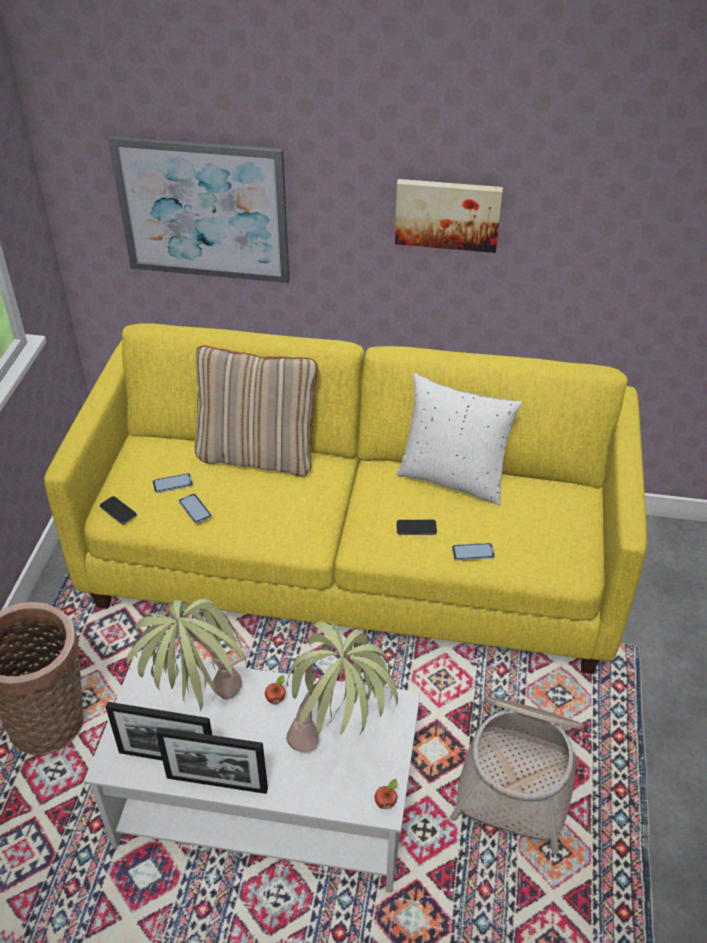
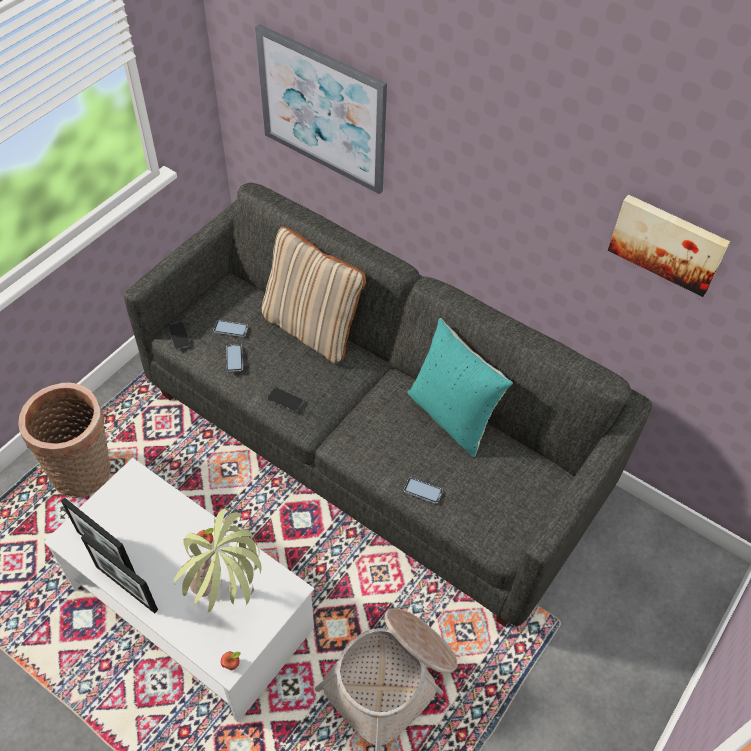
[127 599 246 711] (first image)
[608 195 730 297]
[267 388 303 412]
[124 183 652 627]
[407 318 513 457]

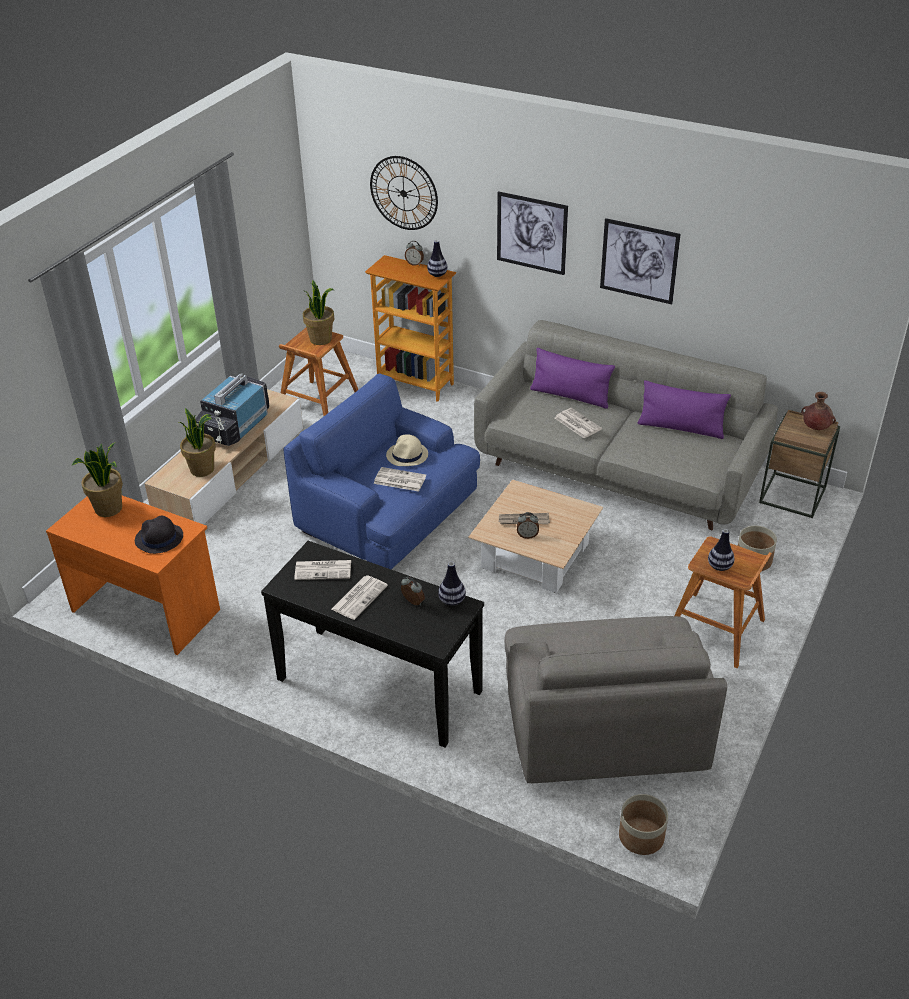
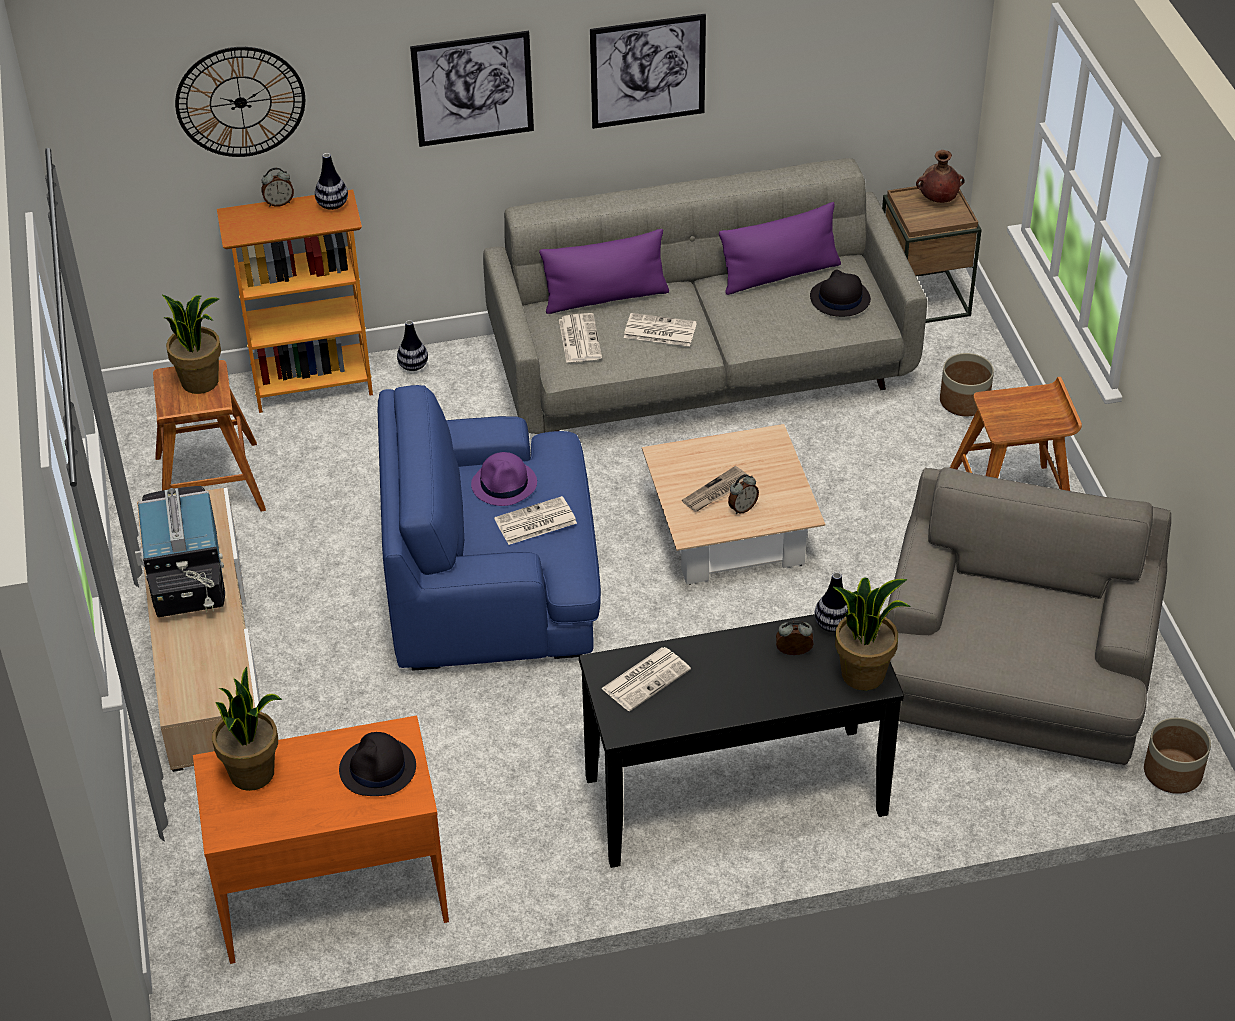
[810 270 871 317]
[833 577 911 691]
[559 313 602 363]
[397 320 428 371]
[471 452 537 506]
[886 467 1171 765]

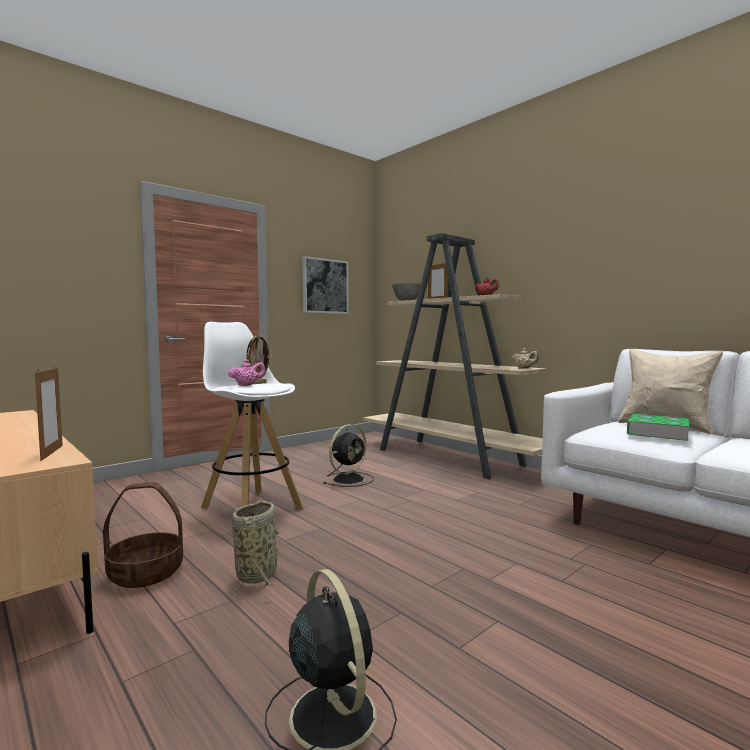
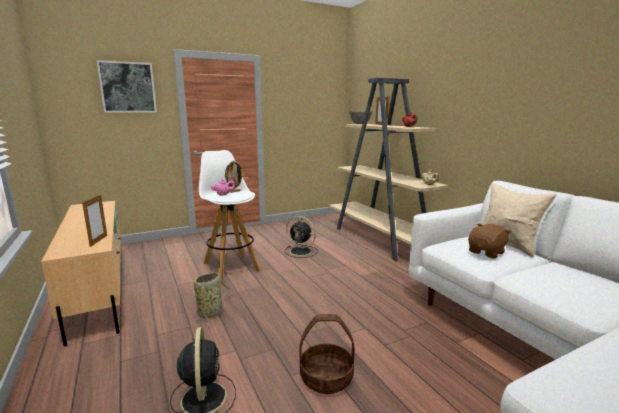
[299 314 354 394]
[97 60 157 113]
[468 224 512 259]
[285 216 318 258]

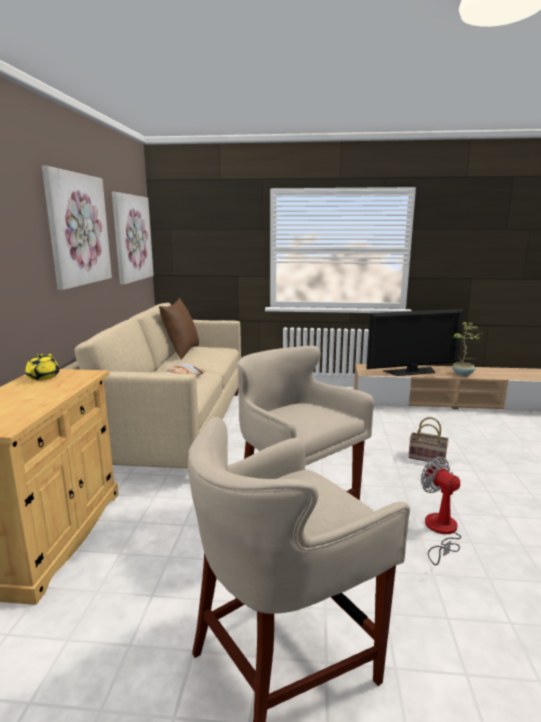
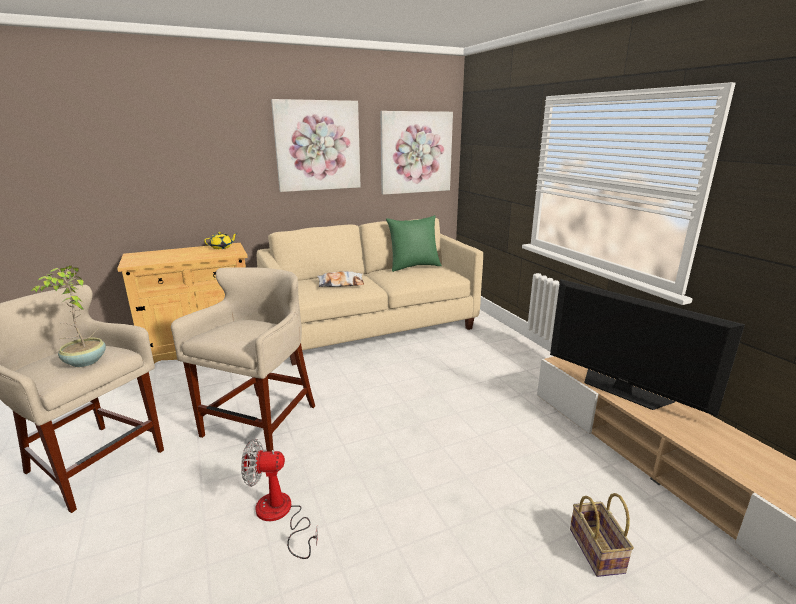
[570 493 634 577]
[31 265 106 367]
[386 215 442 272]
[241 439 318 559]

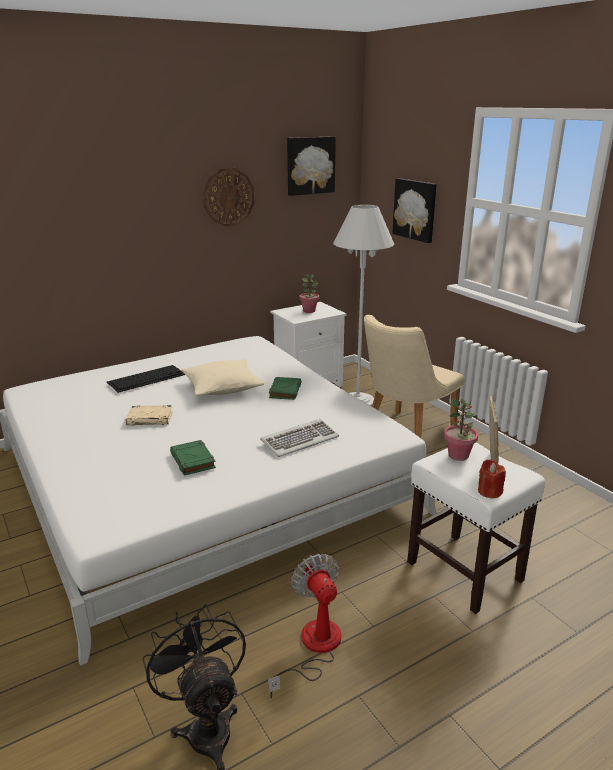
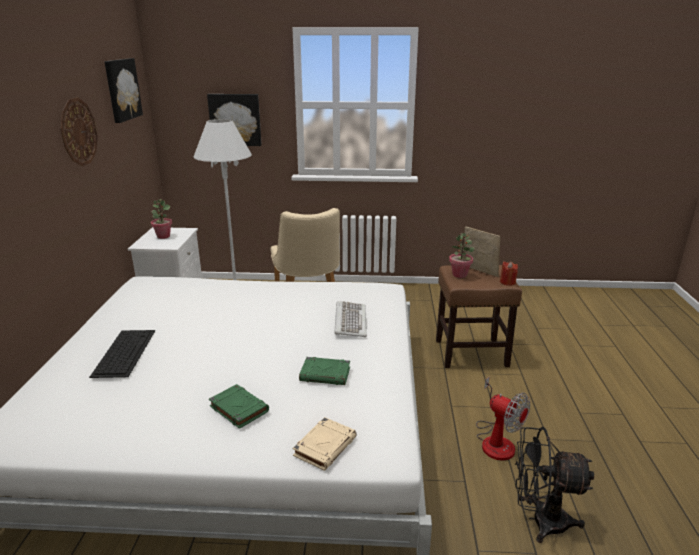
[182 359 264 396] (first image)
[293 417 357 471]
[209 384 269 429]
[436 265 522 368]
[476 376 530 461]

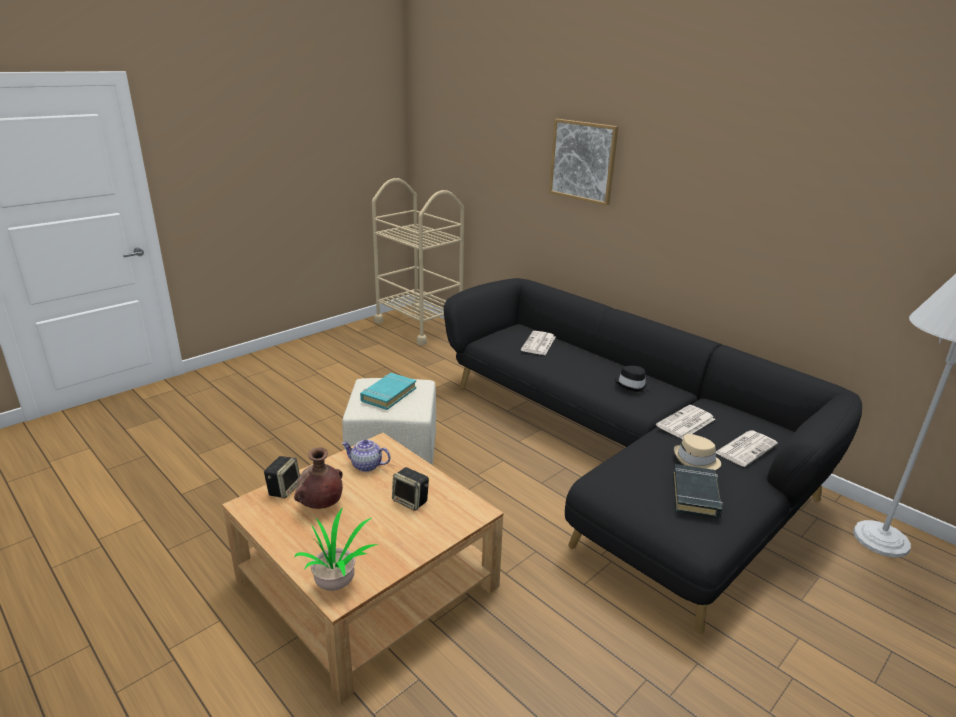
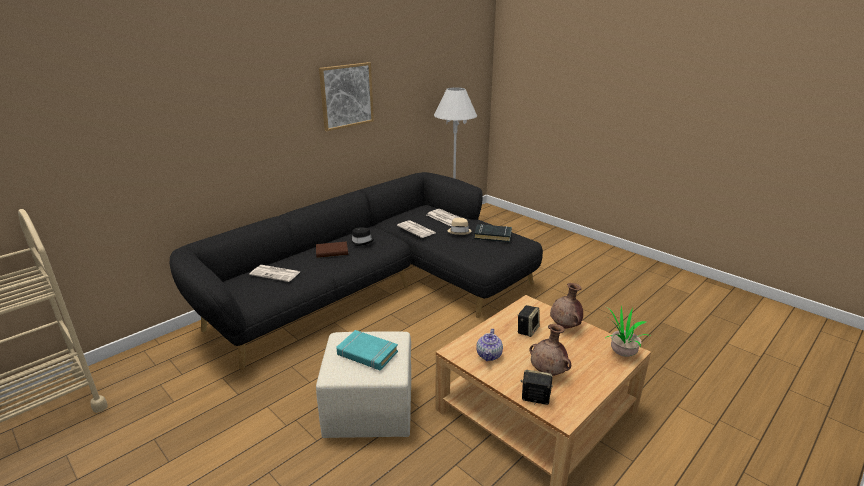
[316 242 348 258]
[550 283 583 329]
[319 62 374 131]

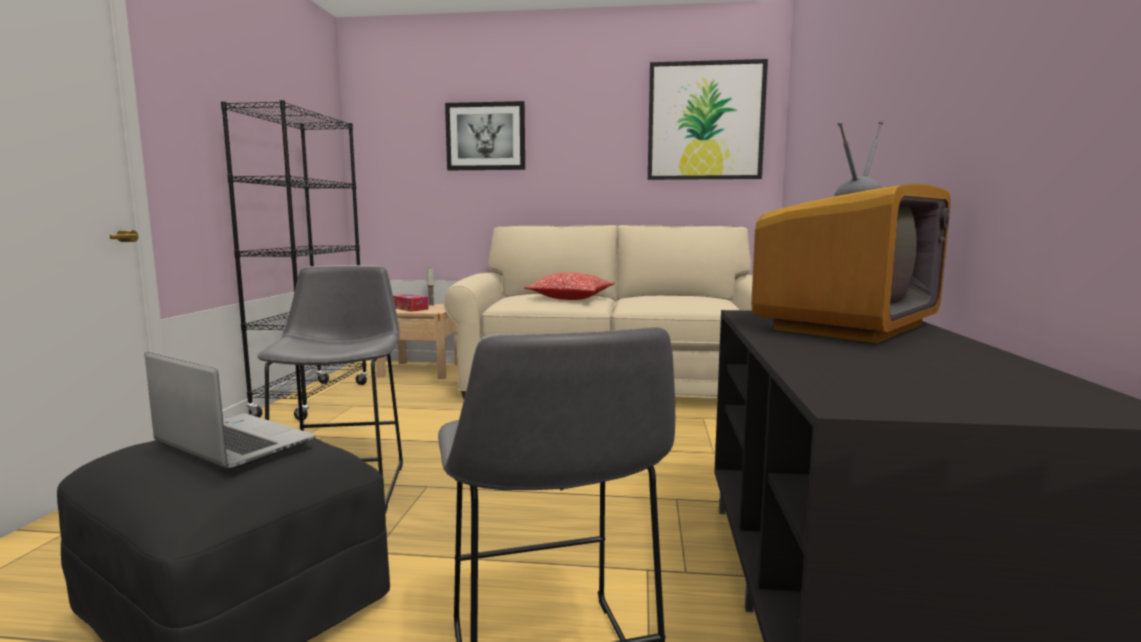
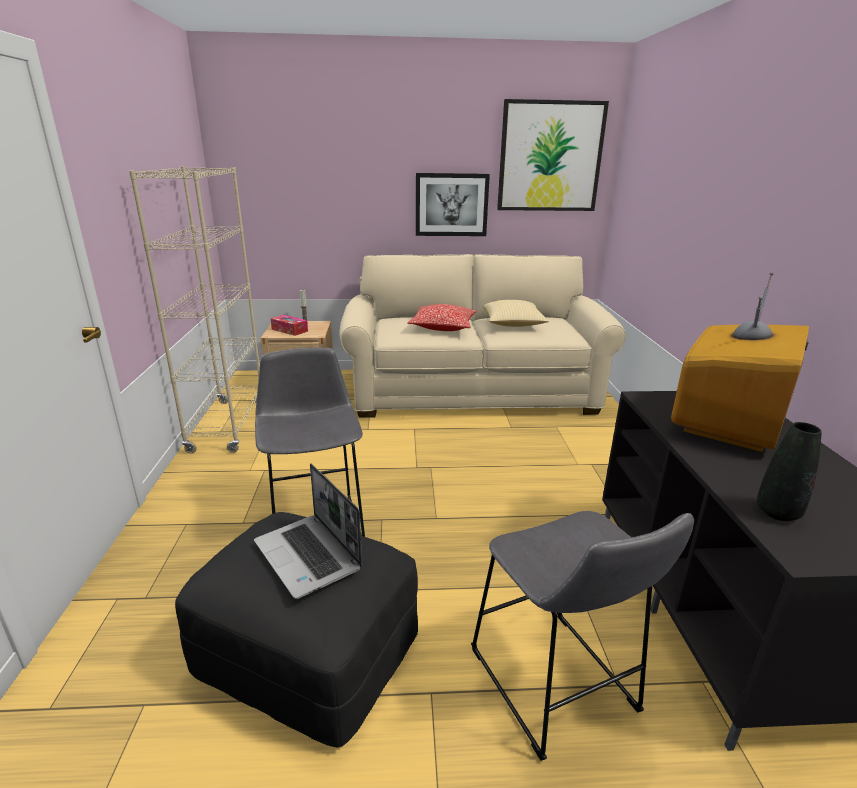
[483 300 549 327]
[757 422 822 521]
[416 173 490 236]
[129 166 260 453]
[254 463 362 599]

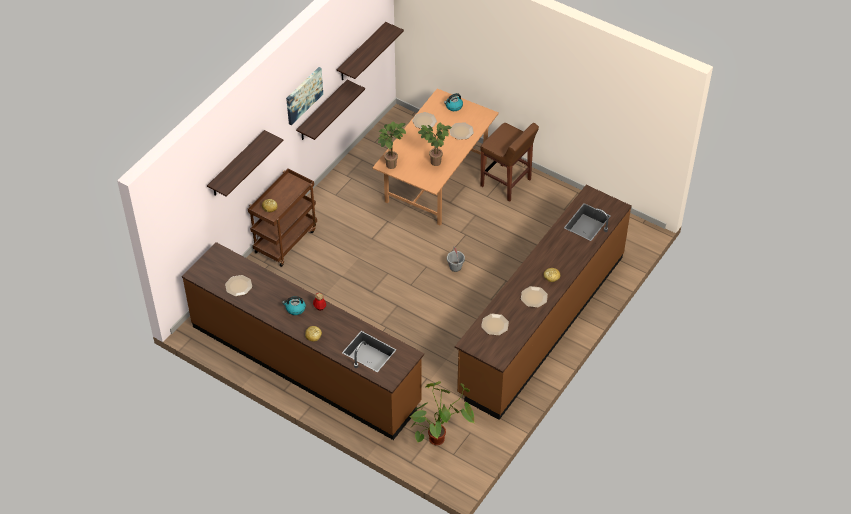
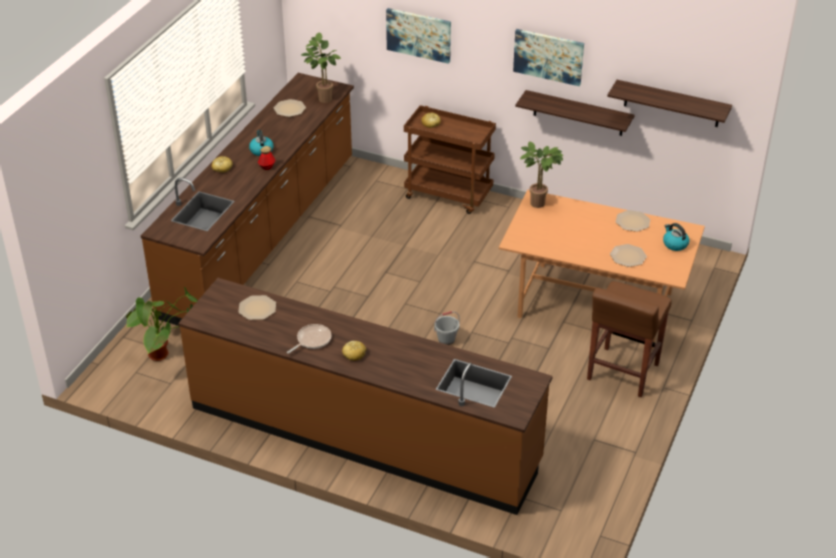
[301 32 341 103]
[386 8 451 64]
[287 324 332 354]

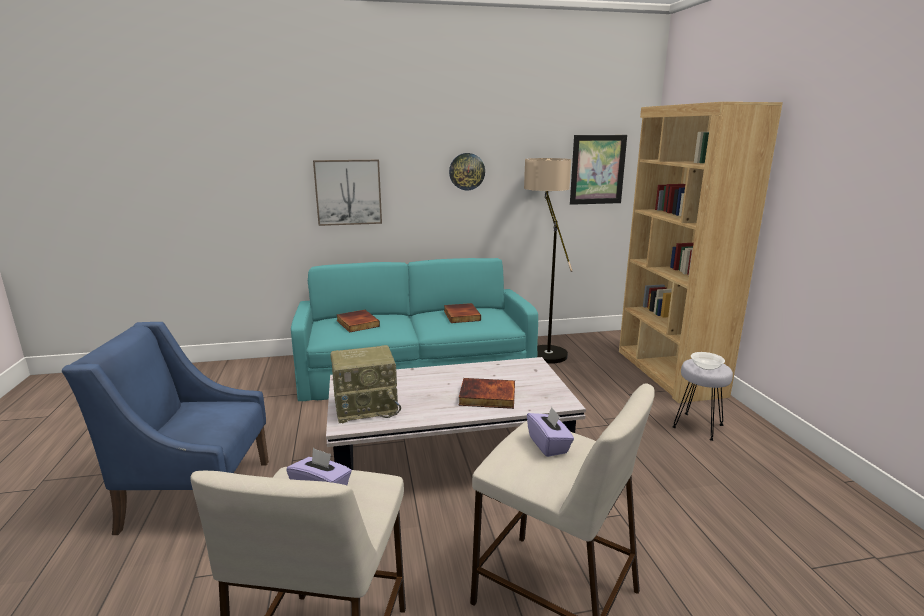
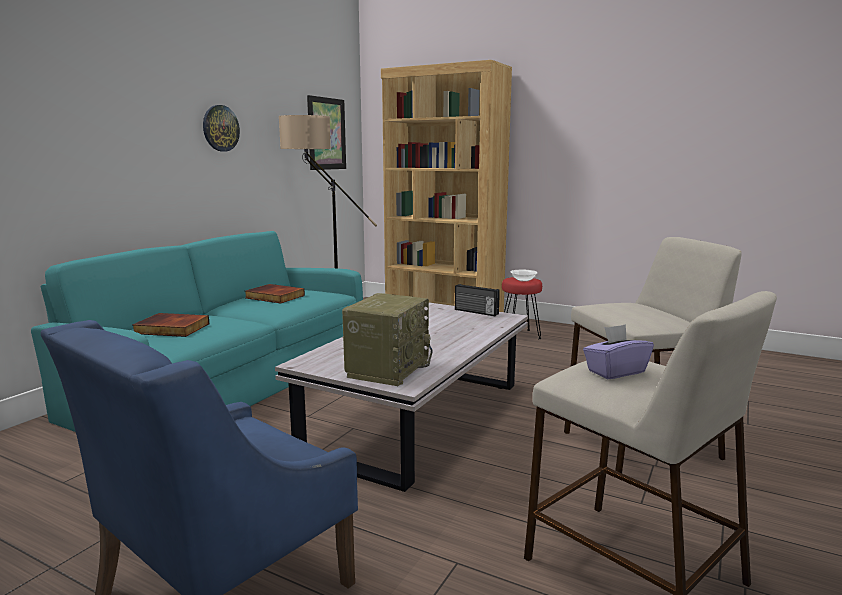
[313 160 382 226] (first image)
[459 378 515 409] (first image)
[527 407 574 457] (first image)
[455 284 500 316]
[502 277 542 339]

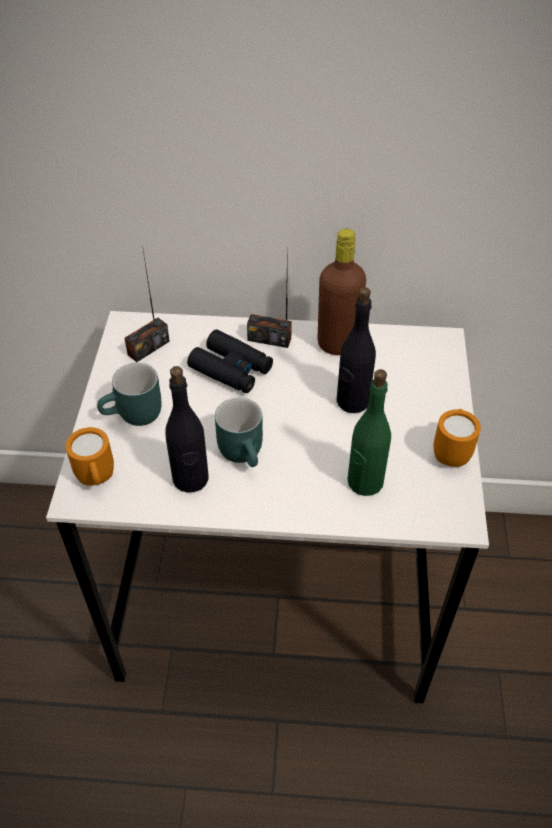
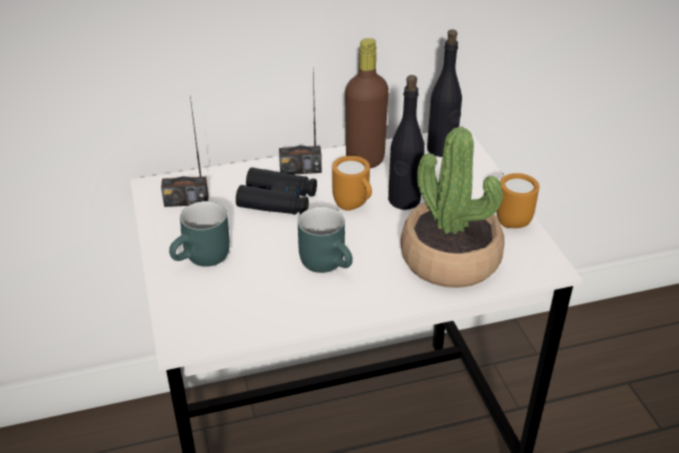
[332 156 372 211]
[427 30 462 157]
[400 127 505 288]
[161 97 209 207]

